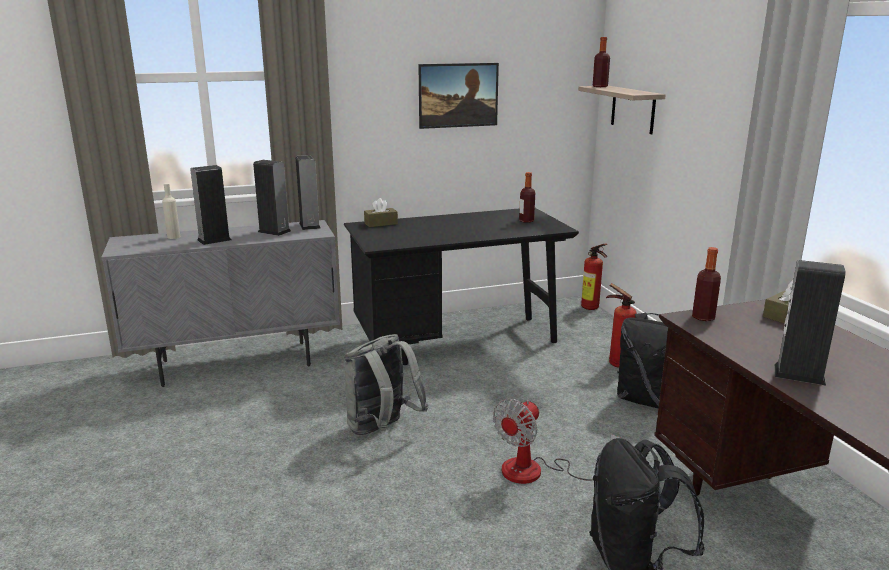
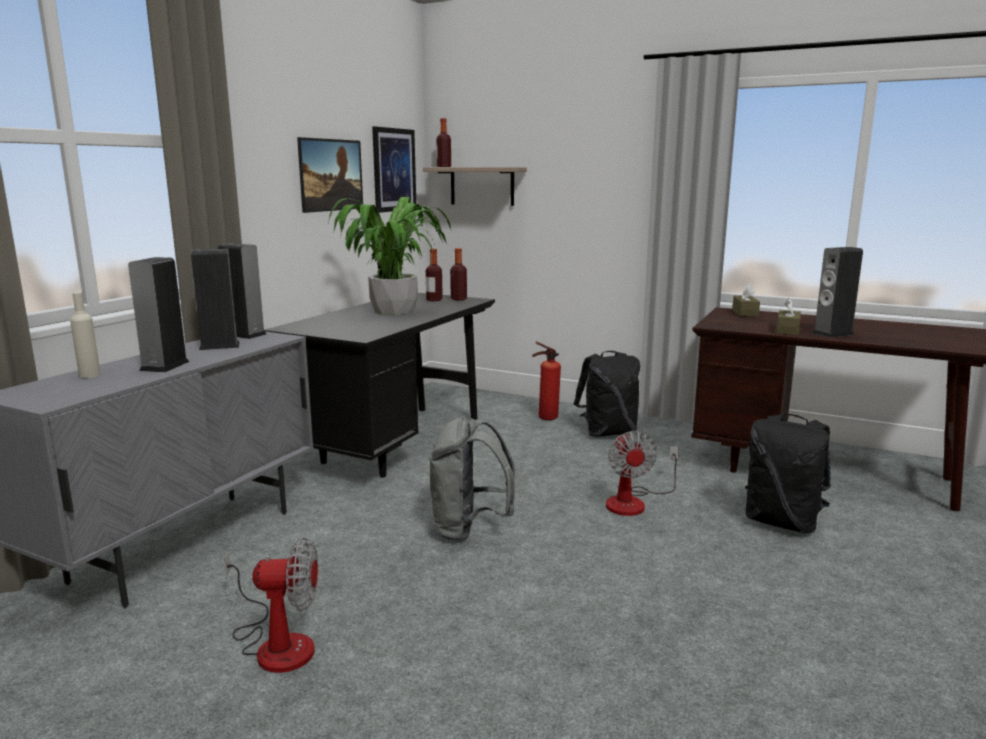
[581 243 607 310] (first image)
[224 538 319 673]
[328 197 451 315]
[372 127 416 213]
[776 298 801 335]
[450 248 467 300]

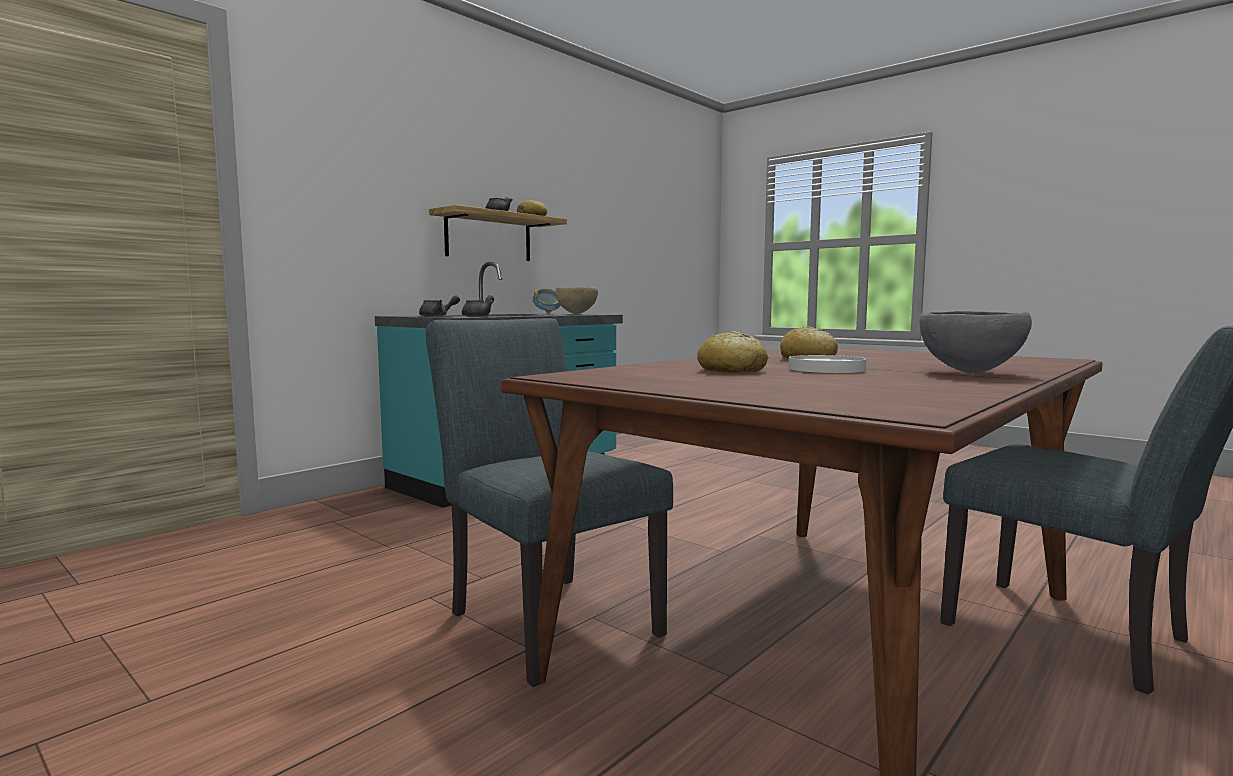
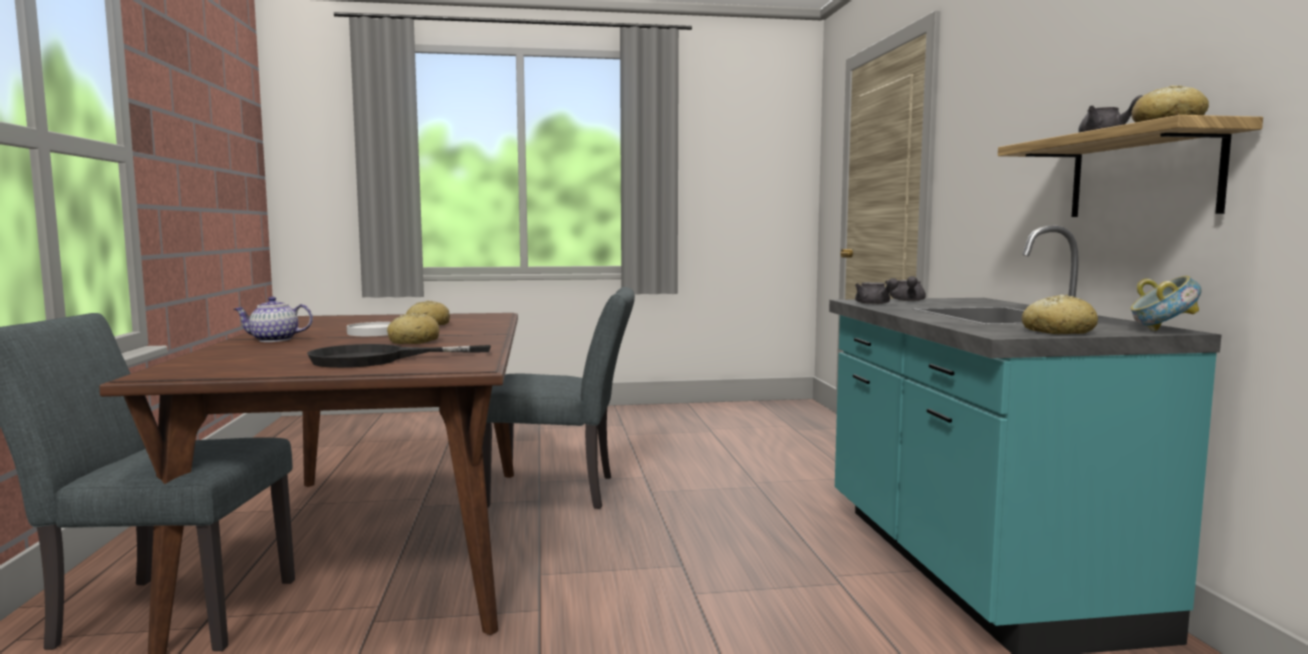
[307 344 491 368]
[1022 294 1098 334]
[234 297 313 342]

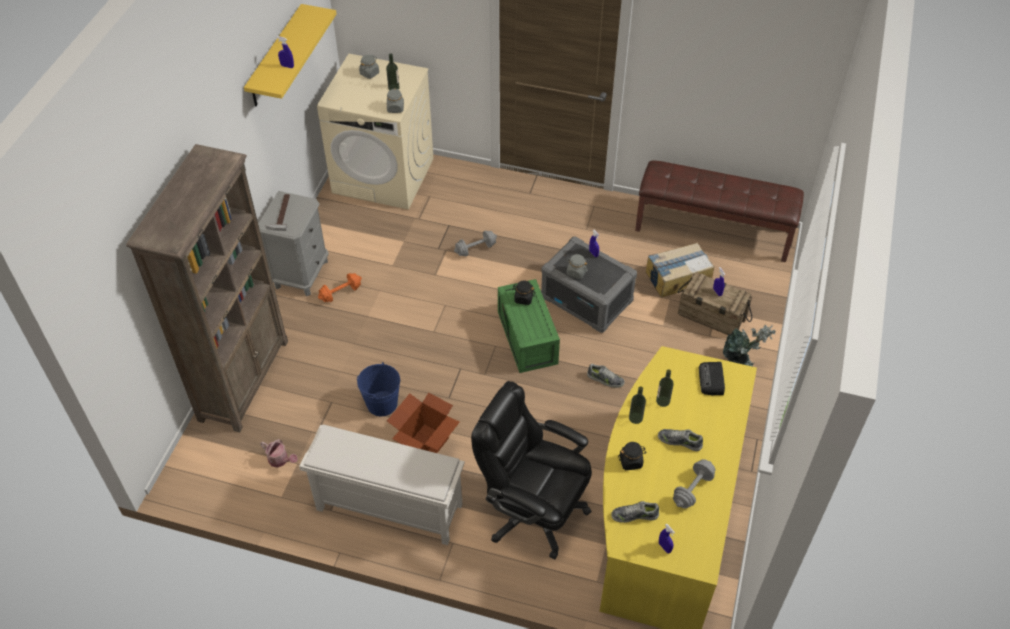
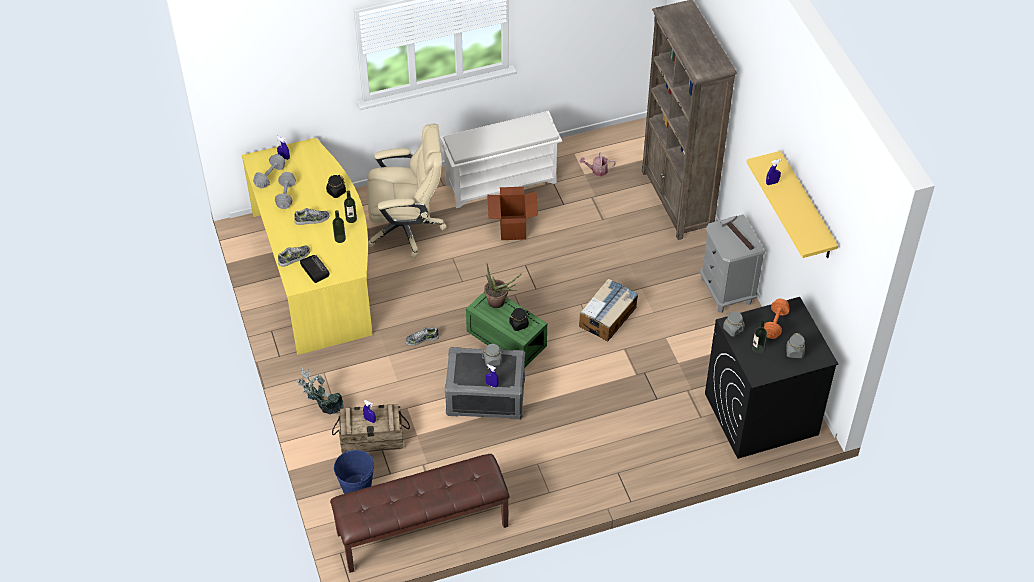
[484 262 522 308]
[764 299 790 339]
[334 450 374 494]
[253 154 285 188]
[278 245 310 267]
[579 278 638 341]
[705 297 838 459]
[367 123 447 258]

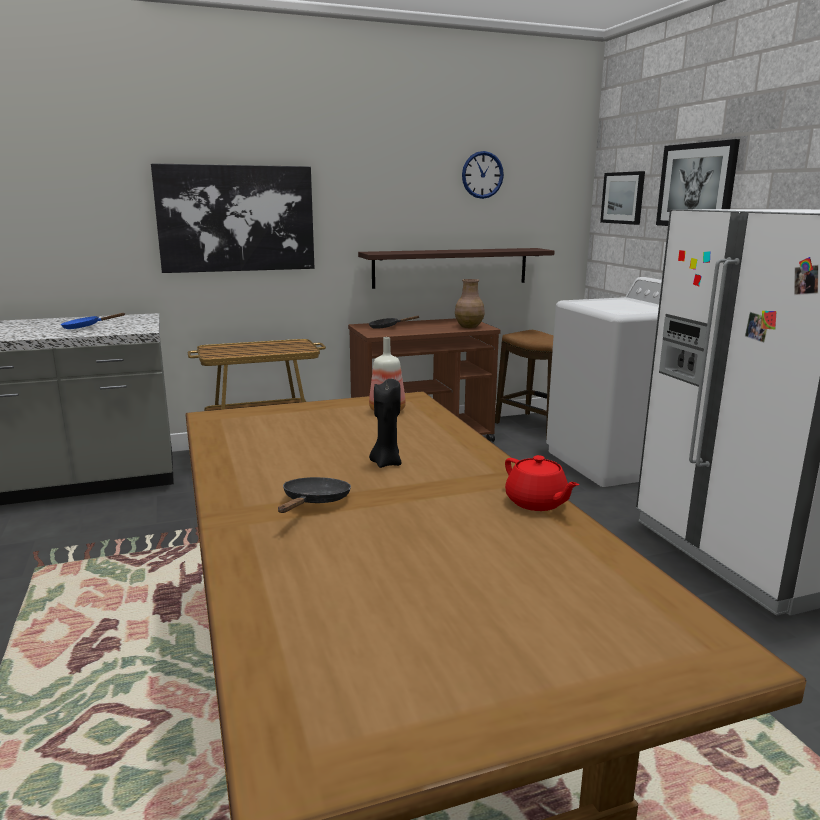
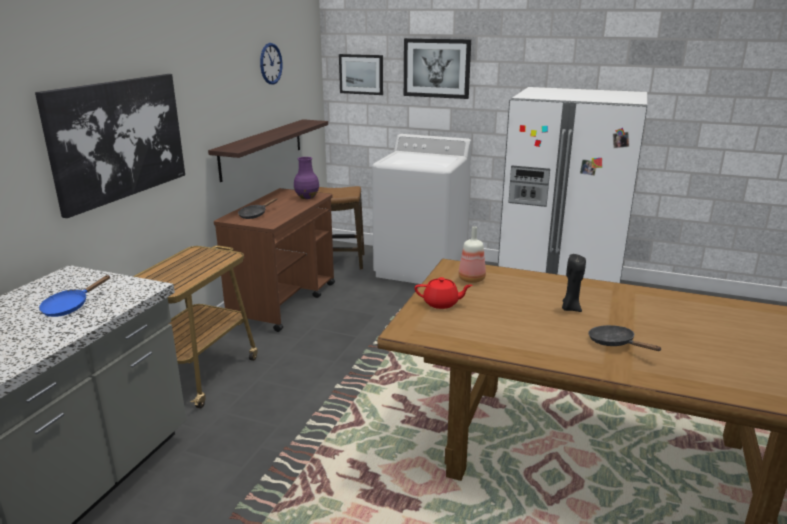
[415 277 472 309]
[294 157 319 199]

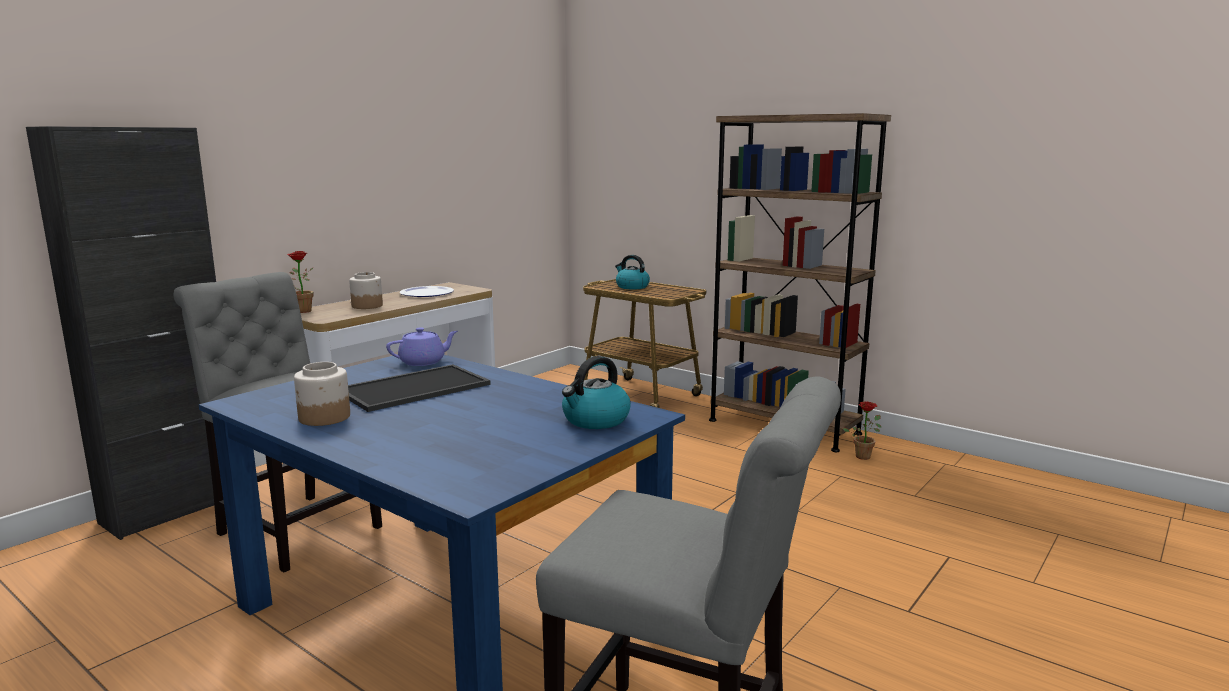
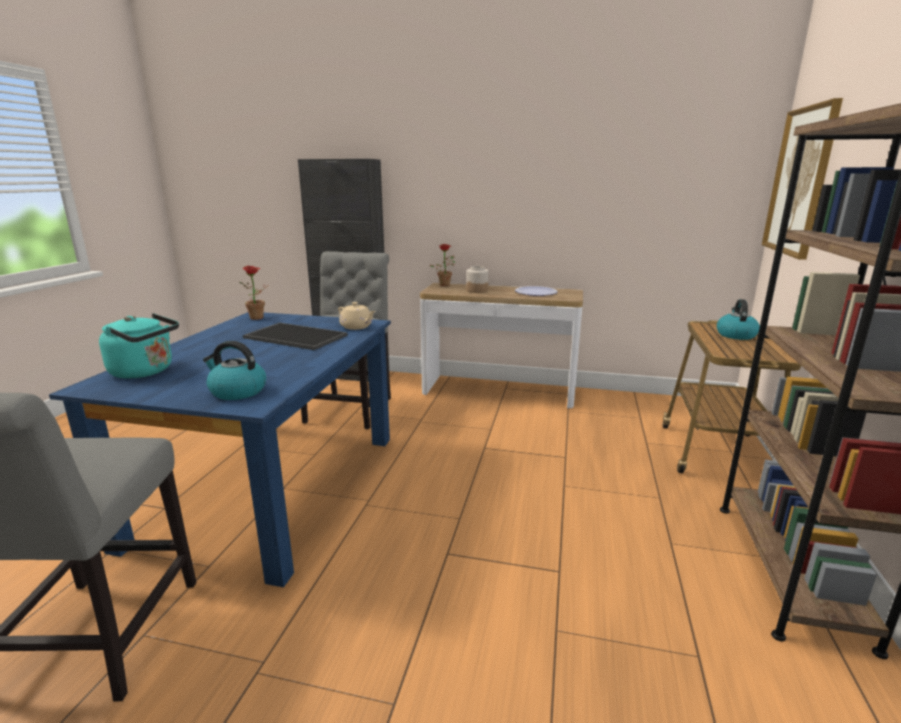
[294 362 350 426] (first image)
[99 313 179 379]
[762 98 843 260]
[239 266 269 320]
[338 302 376 330]

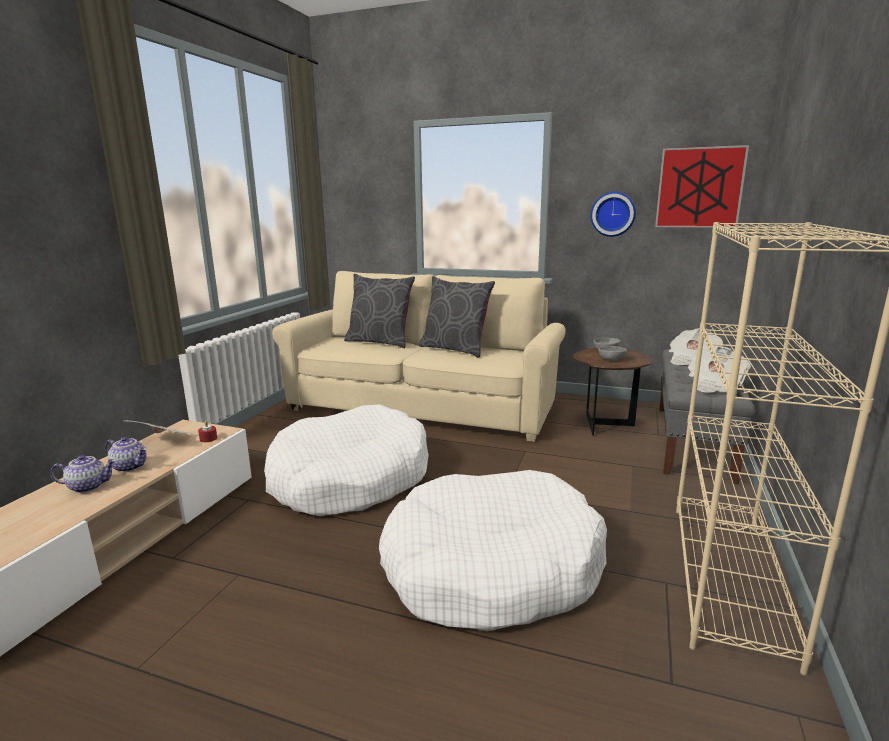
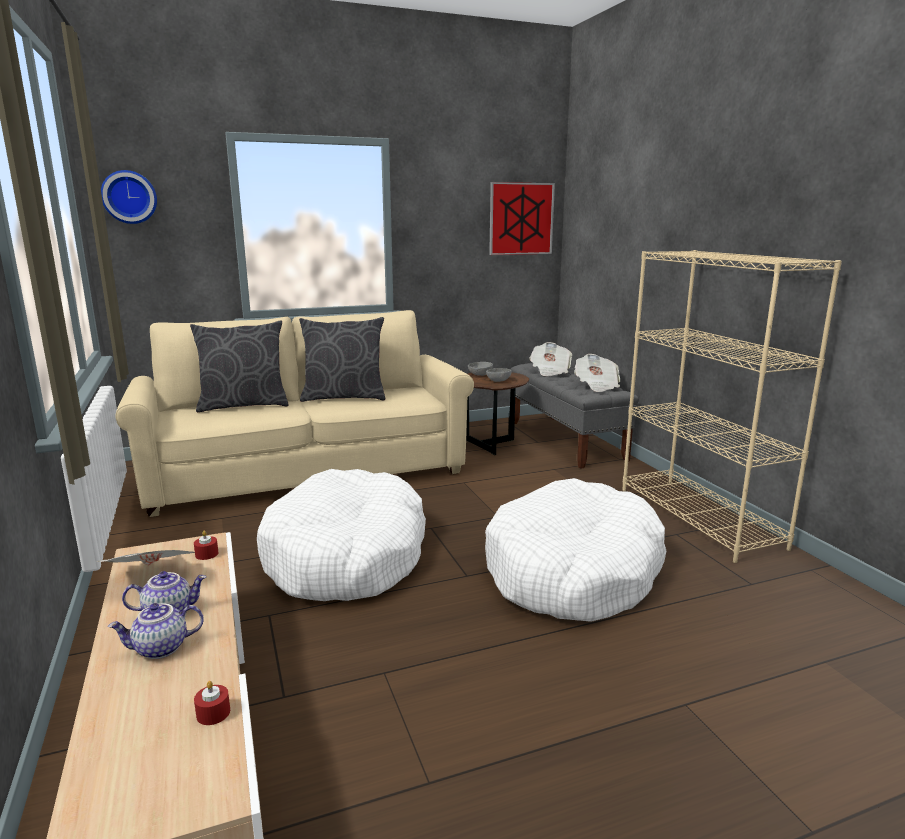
[194 681 230 725]
[101 170 157 224]
[108 603 204 659]

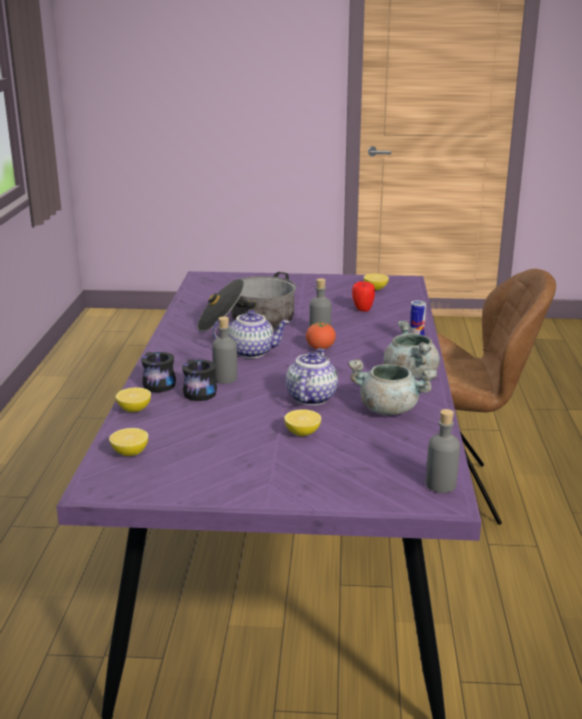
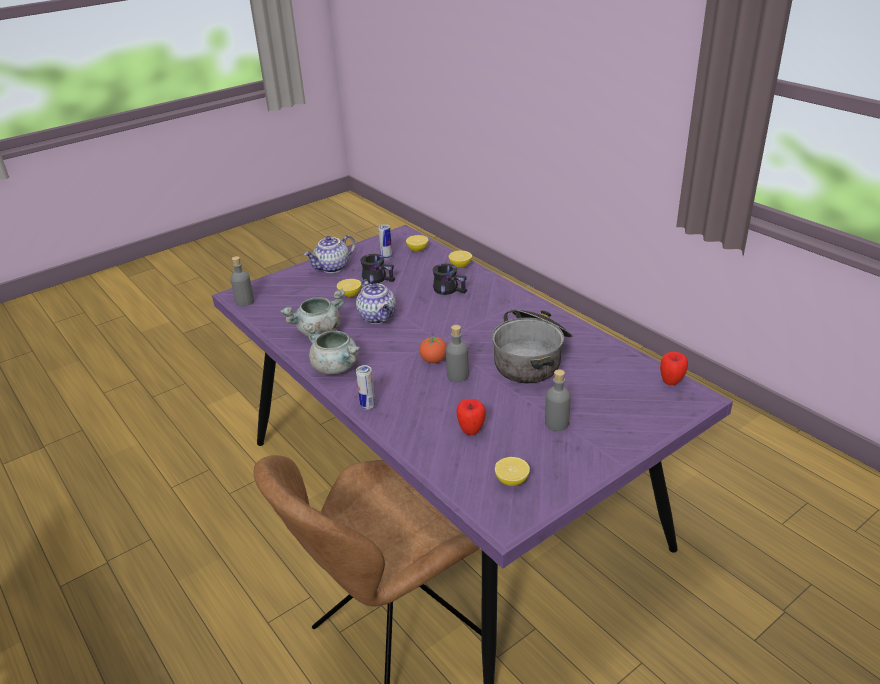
[378 224 392 260]
[660 352 688 385]
[360 254 395 284]
[545 369 571 431]
[304 235 355 273]

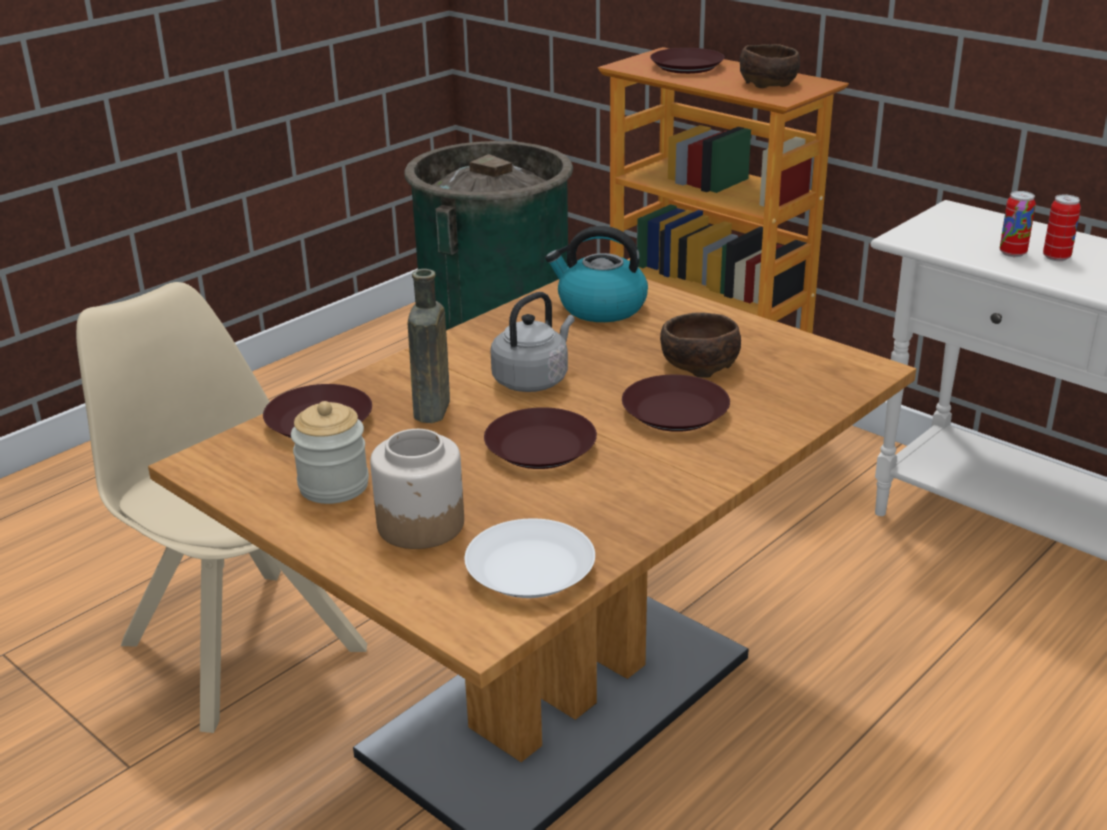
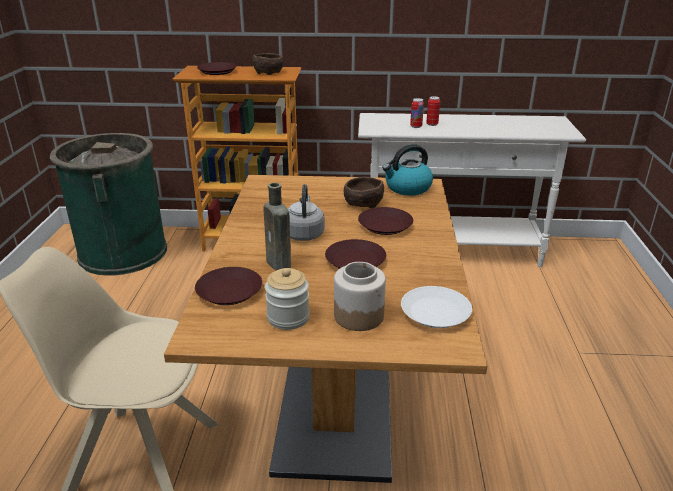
[382 144 433 195]

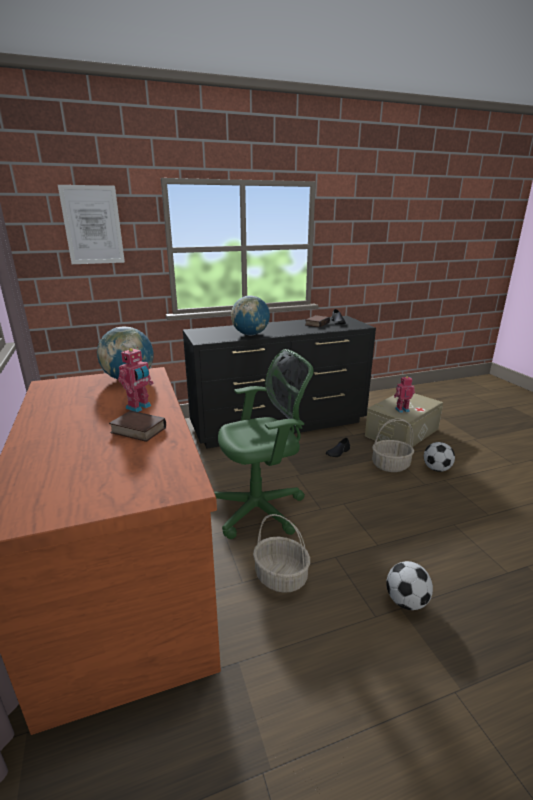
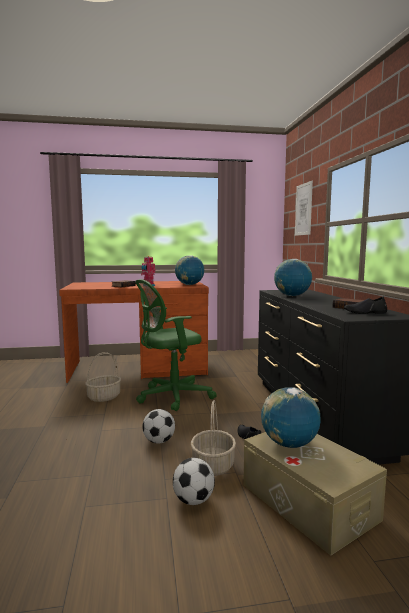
[142 409 175 444]
[261 387 321 448]
[135 279 217 411]

